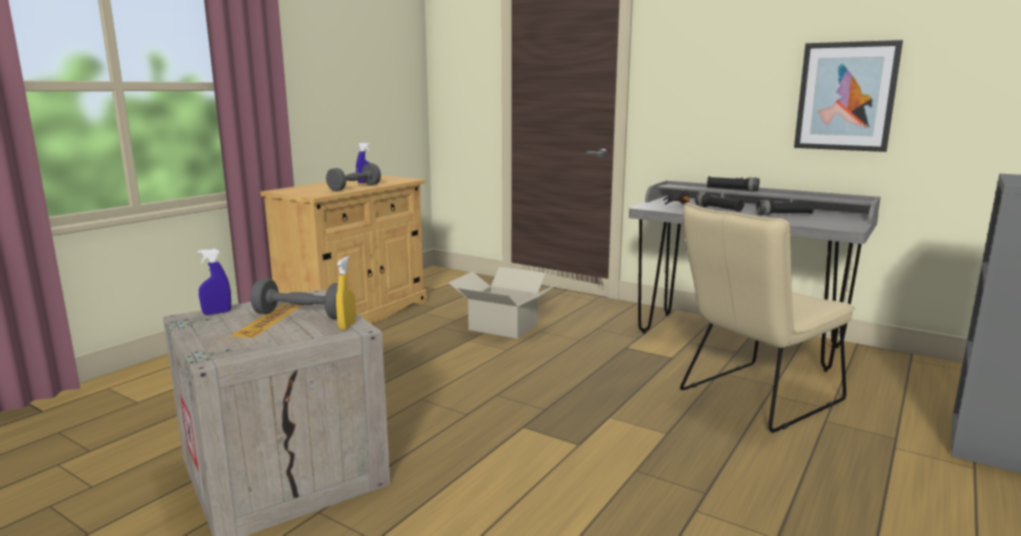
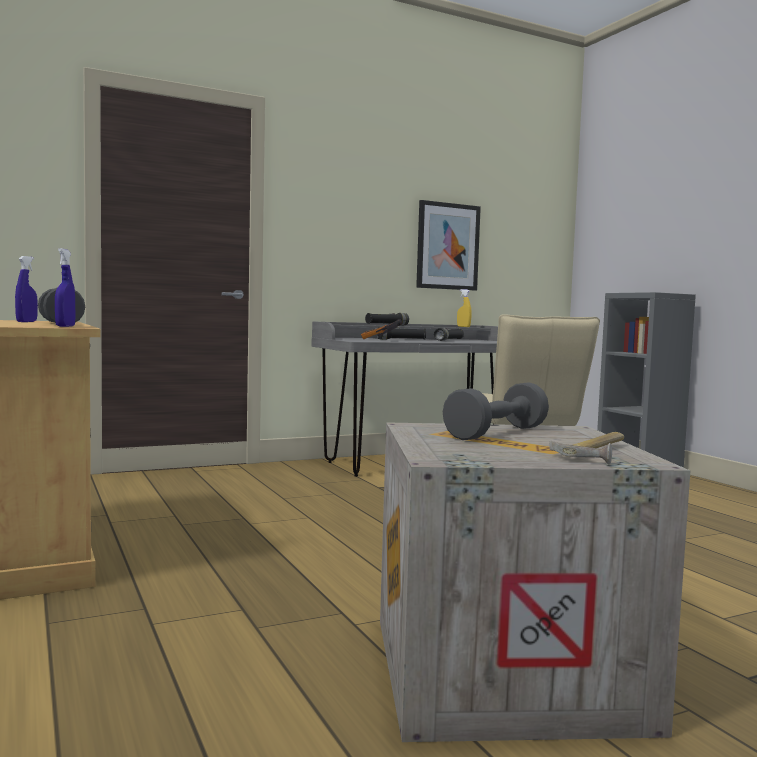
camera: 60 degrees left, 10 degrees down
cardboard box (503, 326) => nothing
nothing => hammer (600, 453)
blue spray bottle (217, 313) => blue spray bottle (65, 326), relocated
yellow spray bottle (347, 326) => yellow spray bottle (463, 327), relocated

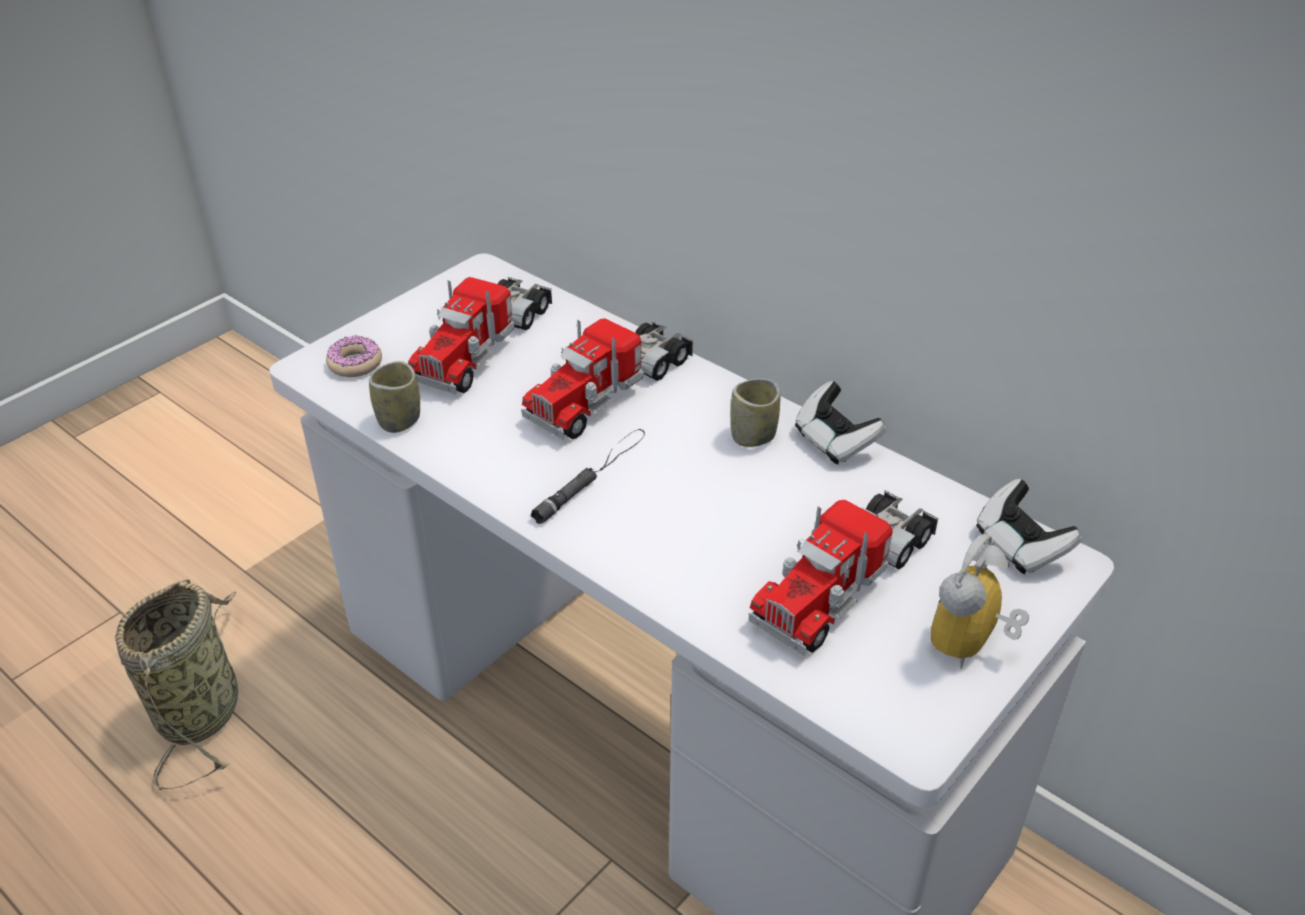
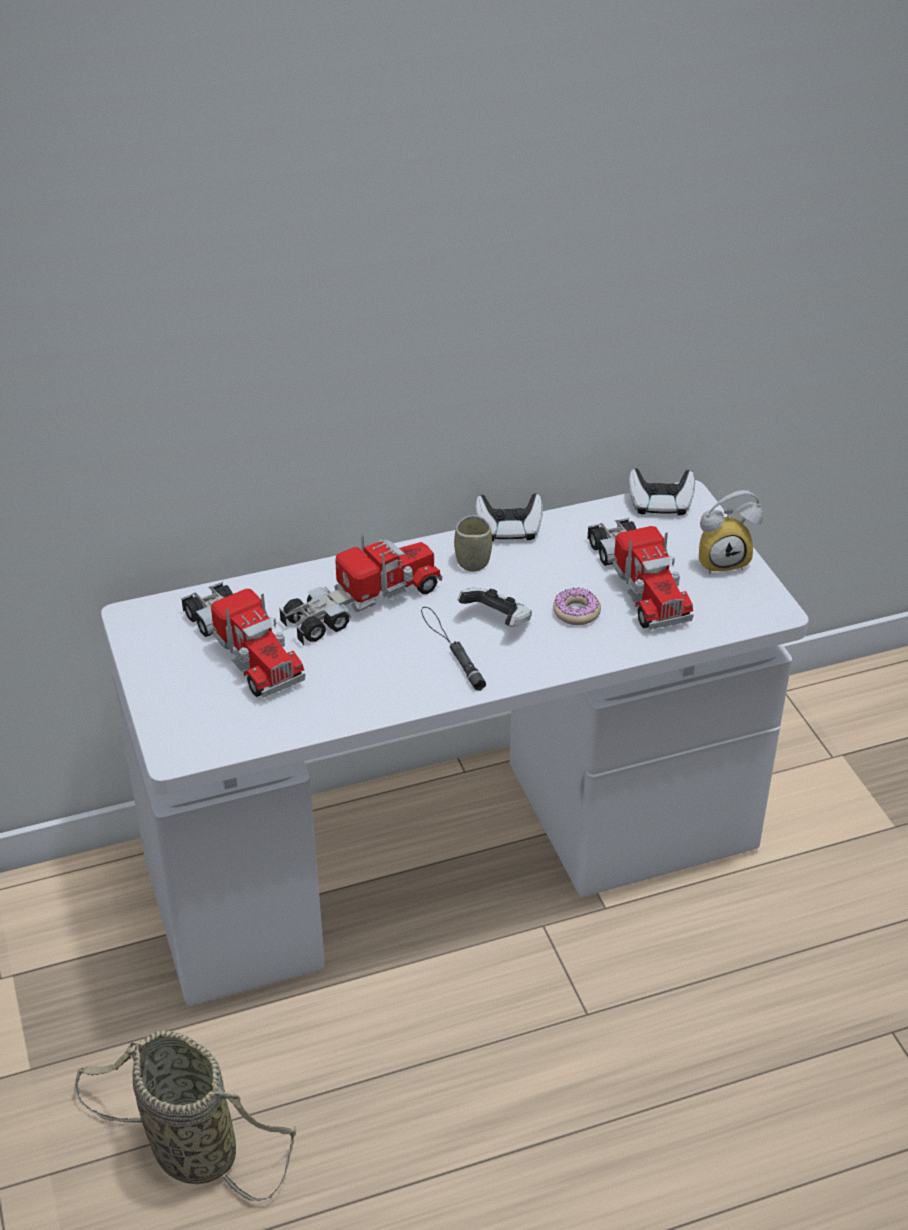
camera: 60 degrees left, 0 degrees up
cup (399, 420) => nothing
nothing => game controller (497, 621)
donut (355, 364) => donut (576, 612), relocated
toy truck (610, 389) => toy truck (361, 605), 105 degrees counterclockwise
alarm clock (971, 647) => alarm clock (723, 560), 75 degrees counterclockwise

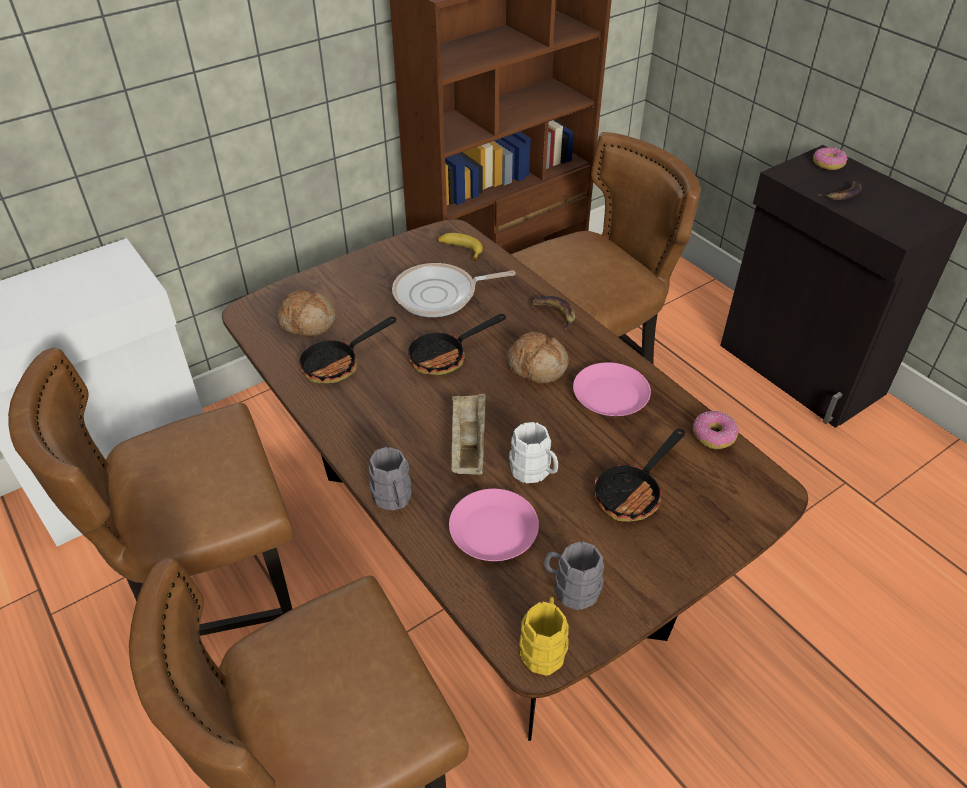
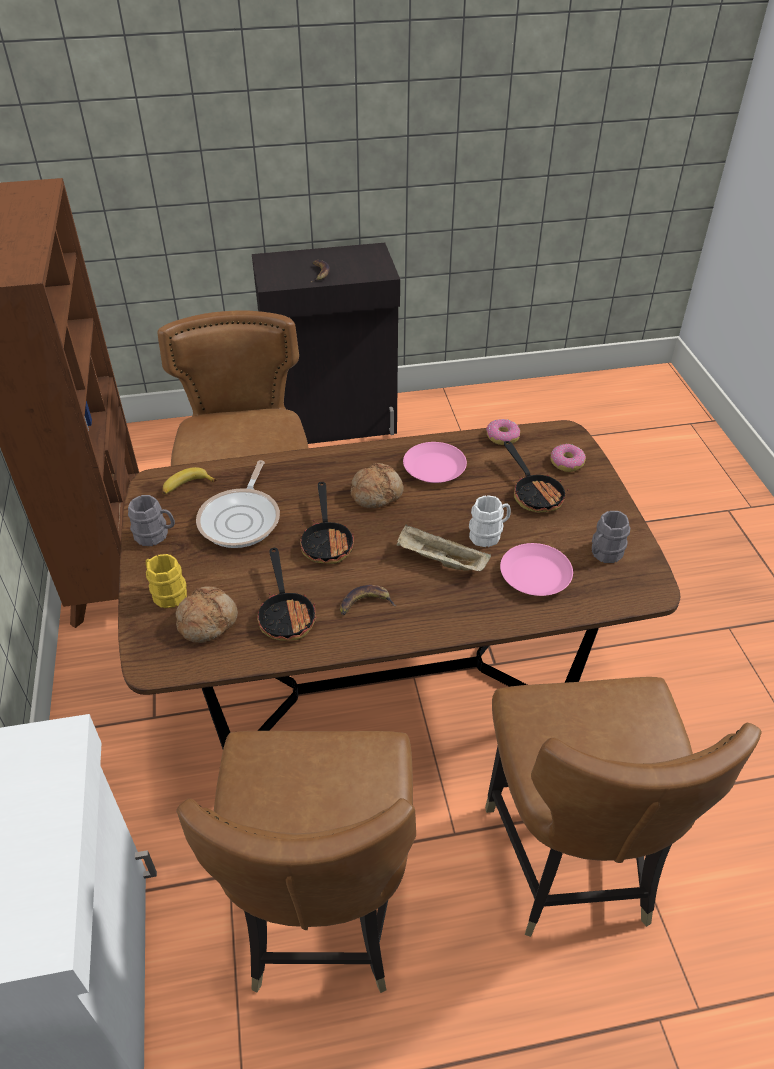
camera: 65 degrees left, 0 degrees up
grey mug (393, 499) => grey mug (156, 535), relocated
yellow mug (544, 646) => yellow mug (166, 593), relocated
banana (554, 313) => banana (365, 603), relocated
donut (828, 164) => donut (566, 463), relocated

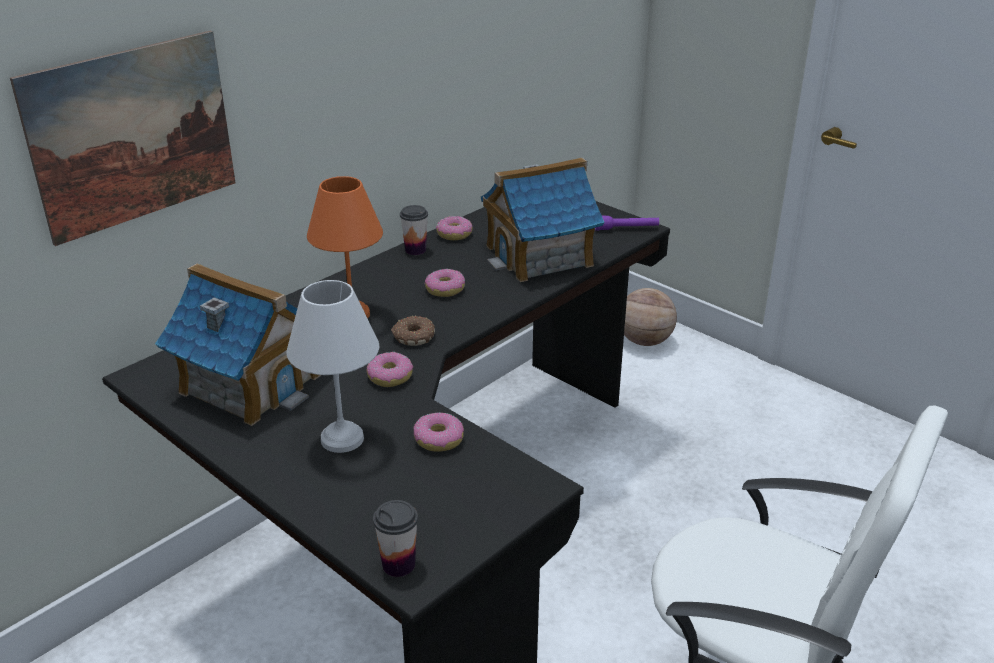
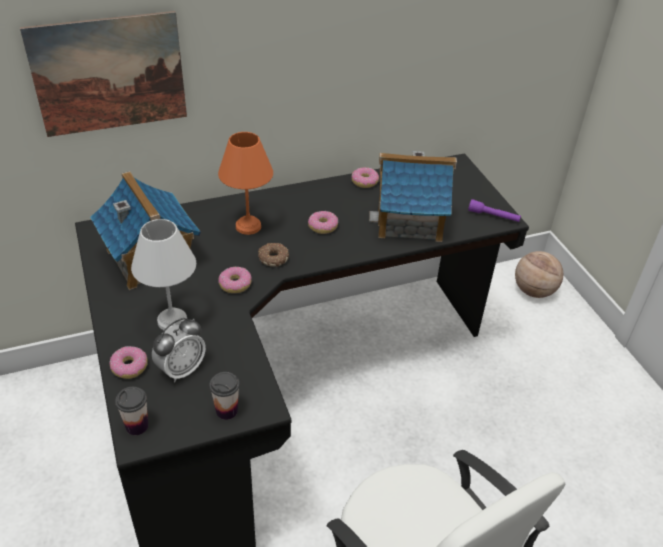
camera: 25 degrees right, 10 degrees up
nothing => alarm clock (181, 370)
cup (415, 250) => cup (226, 410), relocated
donut (438, 439) => donut (129, 367), relocated

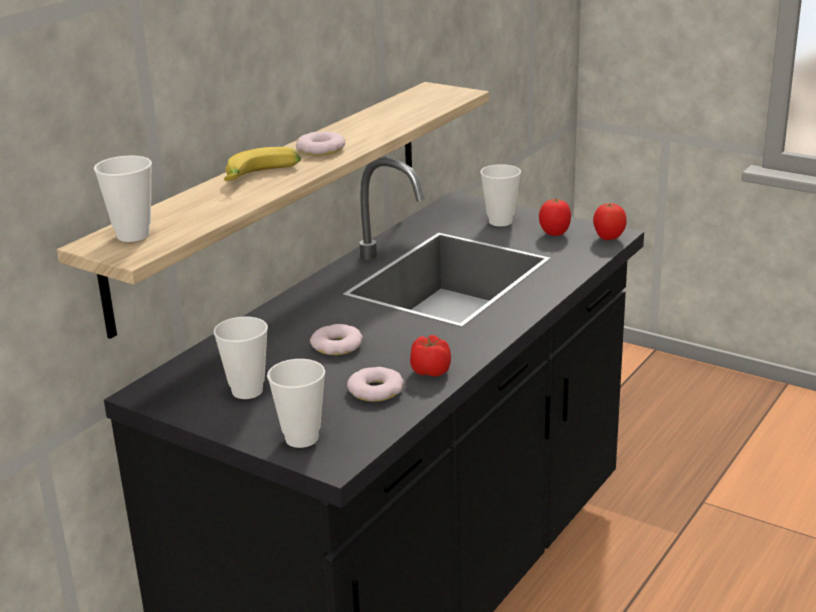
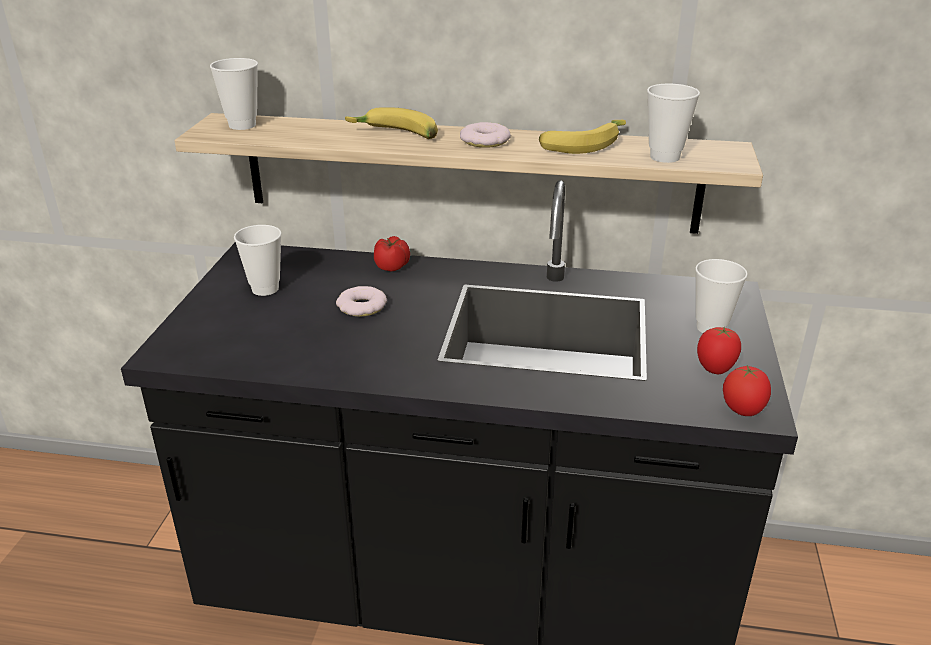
camera: 65 degrees right, 5 degrees up
donut (376, 390) => nothing
nothing => banana (581, 145)
cup (301, 438) => cup (664, 157), relocated
tomato (431, 371) => tomato (392, 266), relocated

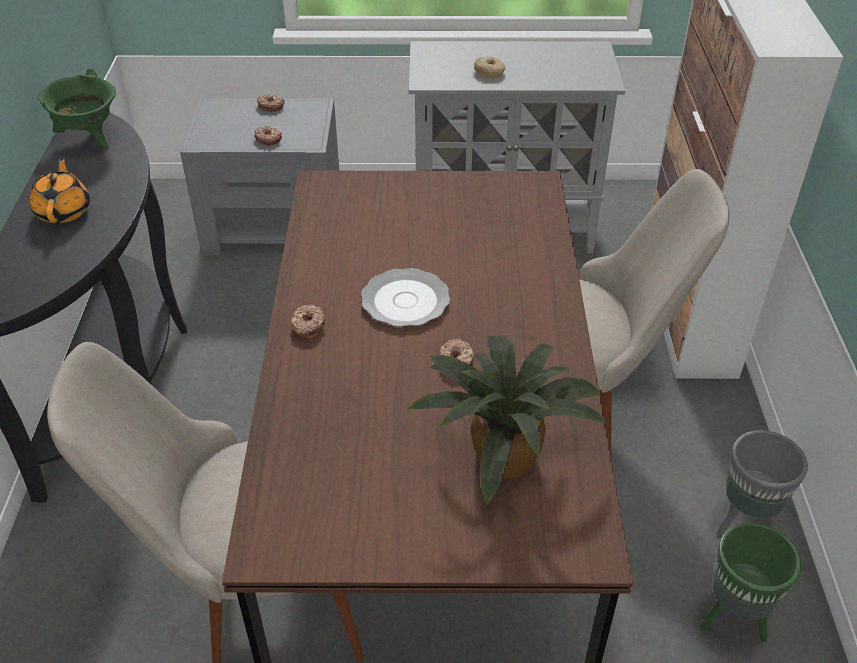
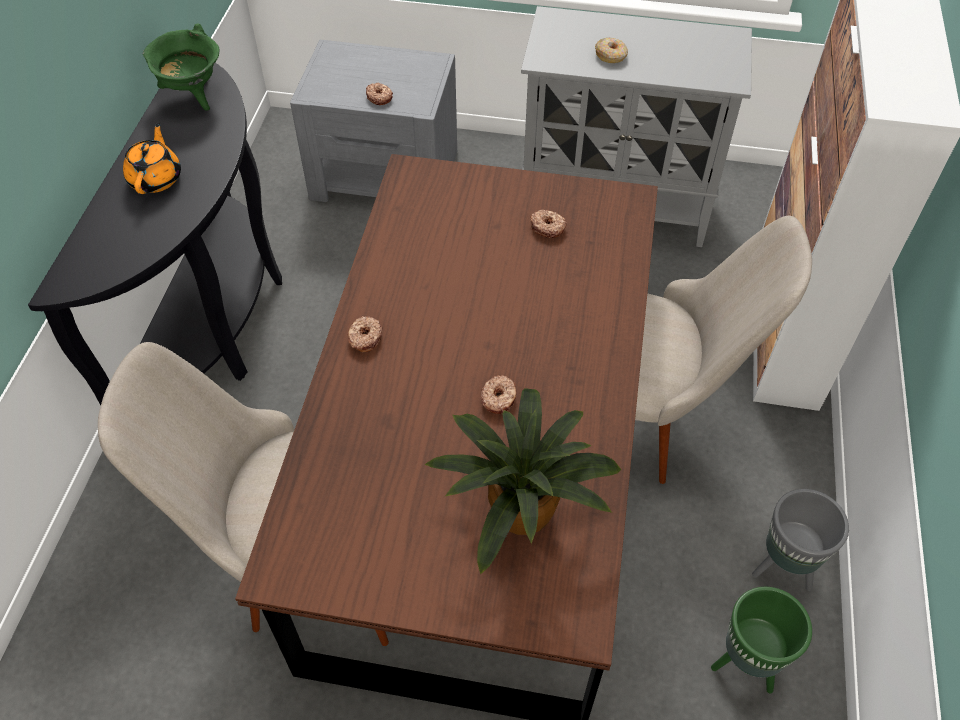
camera: 10 degrees right, 10 degrees up
plate (404, 300) => nothing
donut (271, 106) => donut (547, 227), relocated

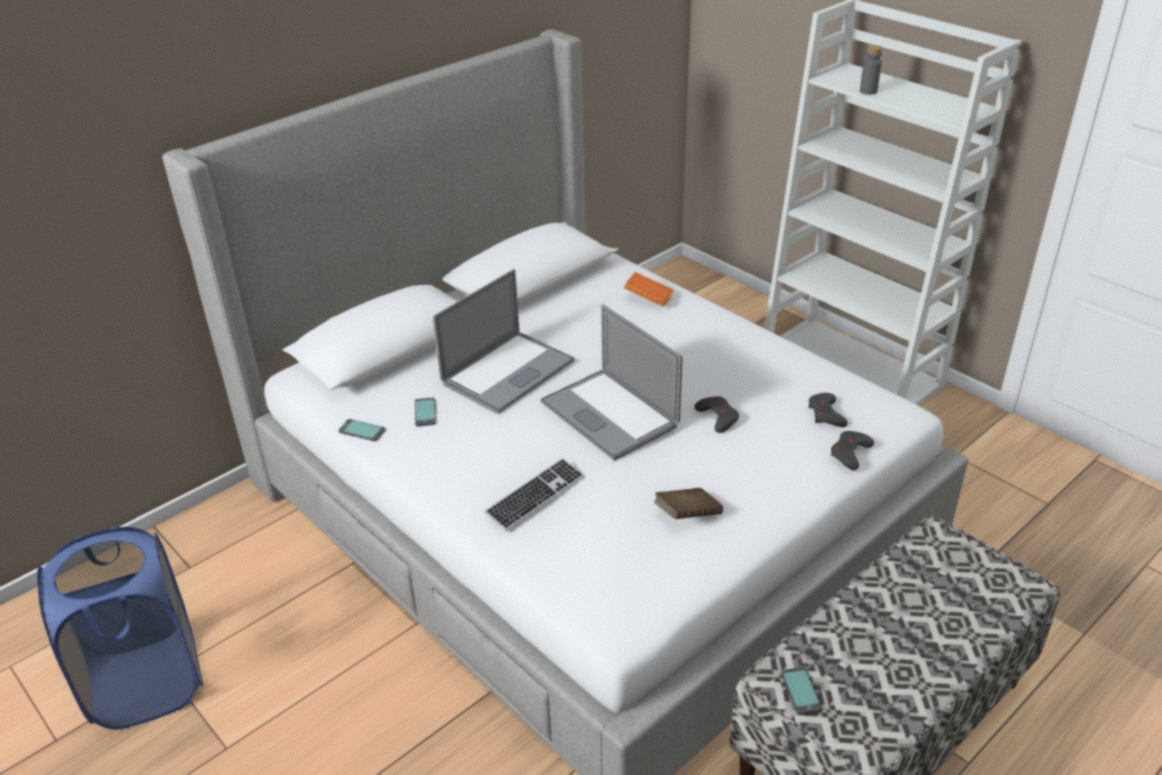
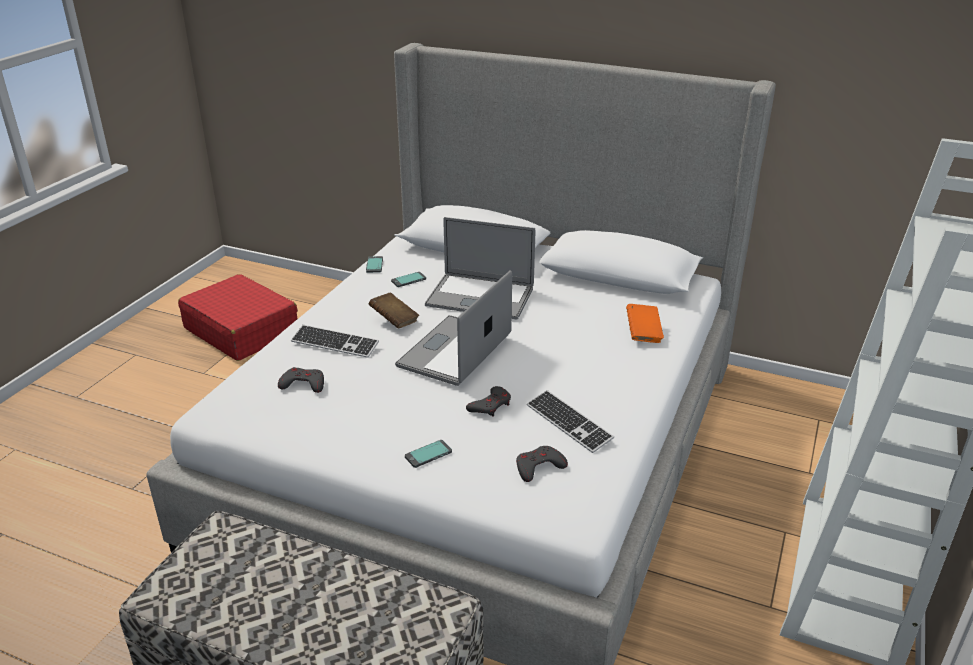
camera: 65 degrees right, 5 degrees down
grey bottle (868, 91) => nothing
nothing => keyboard (568, 423)
brown book (687, 515) => brown book (394, 320), relocated
phone (801, 691) => phone (428, 454), relocated
grey game controller (850, 453) => grey game controller (303, 384), relocated
blue laundry basket (146, 684) => red suitcase (241, 330)

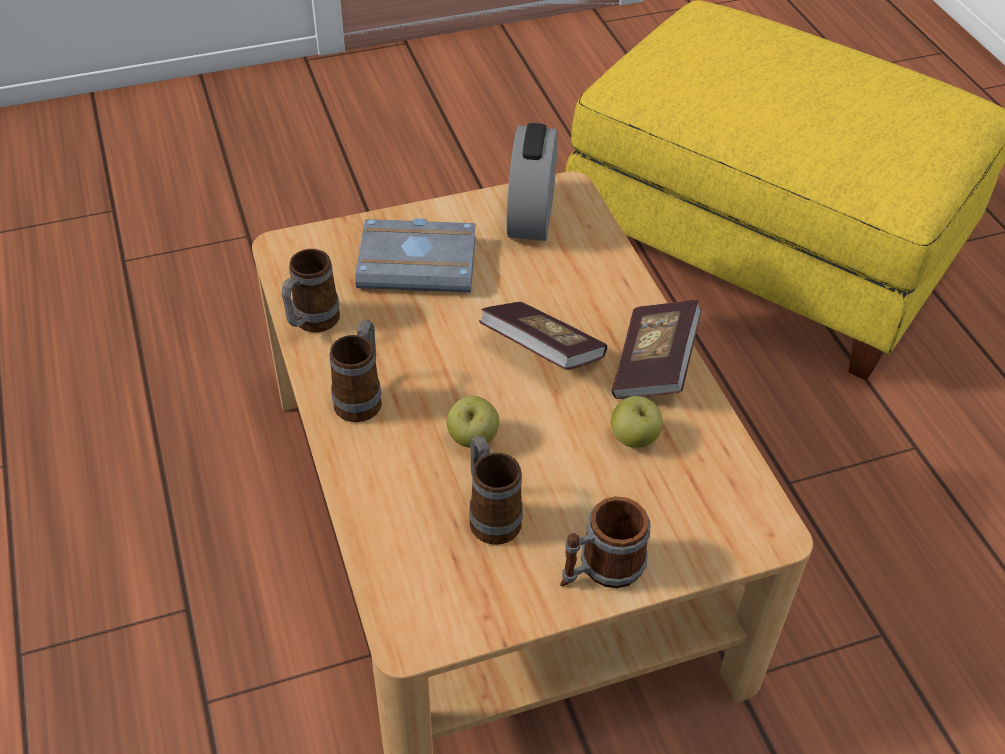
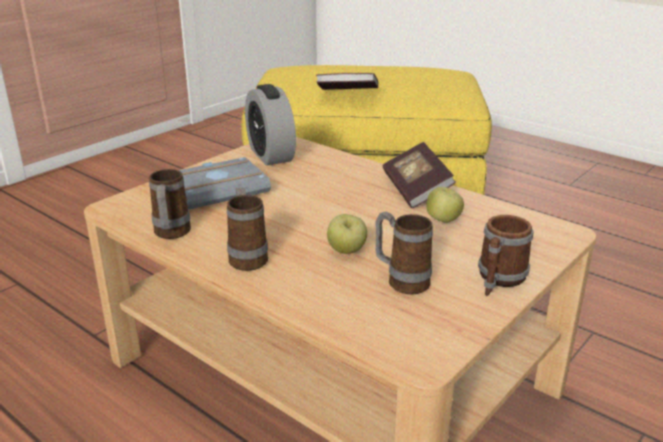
camera: 30 degrees left, 20 degrees down
book (542, 351) => book (347, 94), relocated

